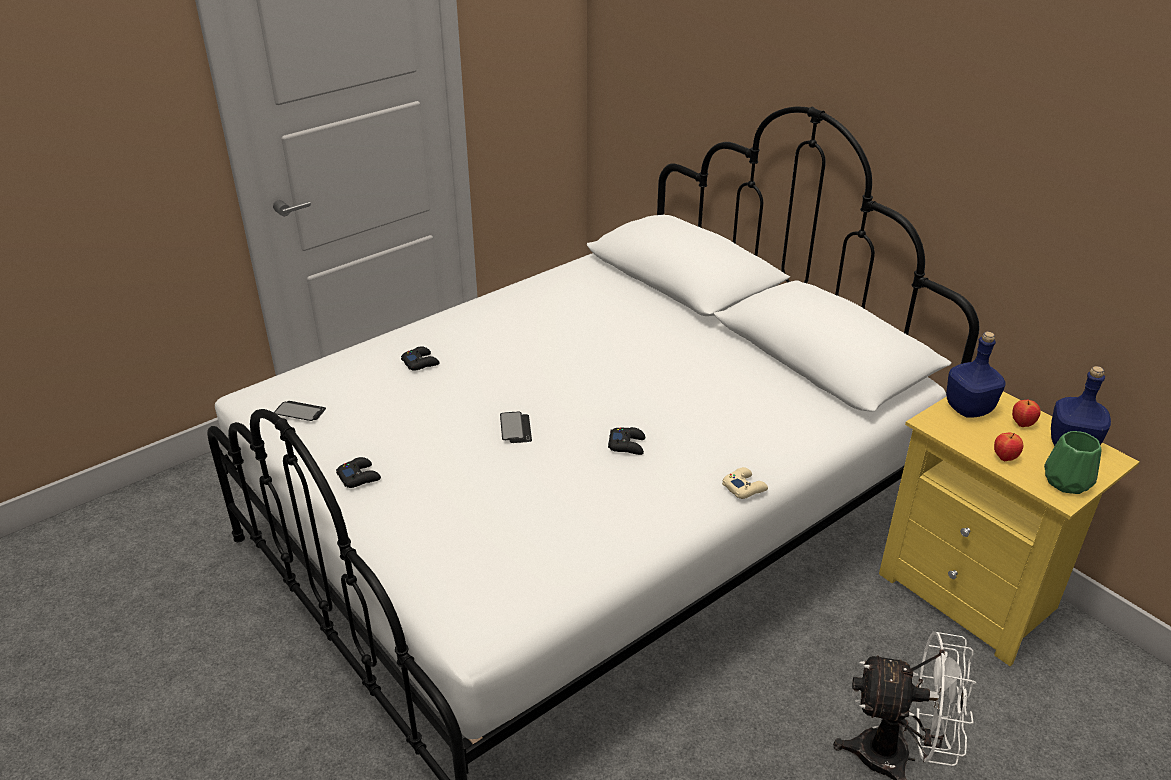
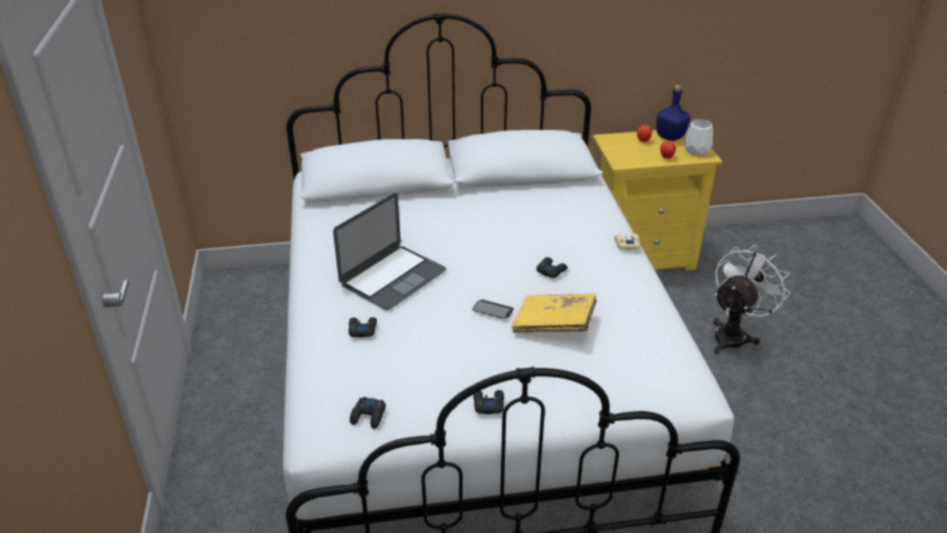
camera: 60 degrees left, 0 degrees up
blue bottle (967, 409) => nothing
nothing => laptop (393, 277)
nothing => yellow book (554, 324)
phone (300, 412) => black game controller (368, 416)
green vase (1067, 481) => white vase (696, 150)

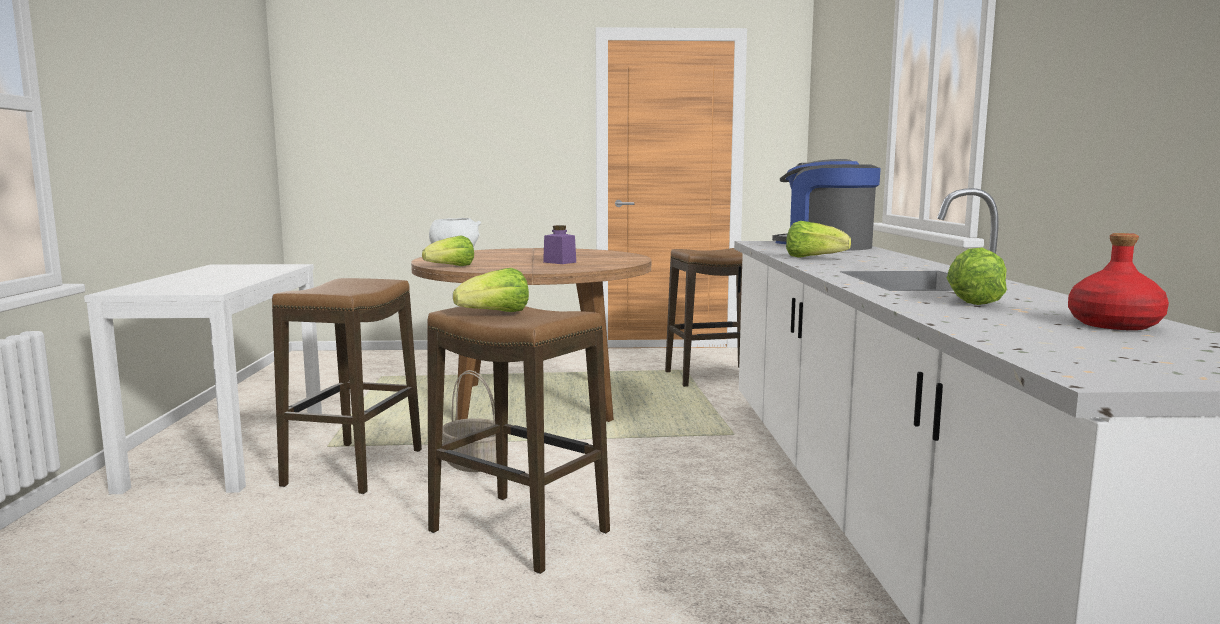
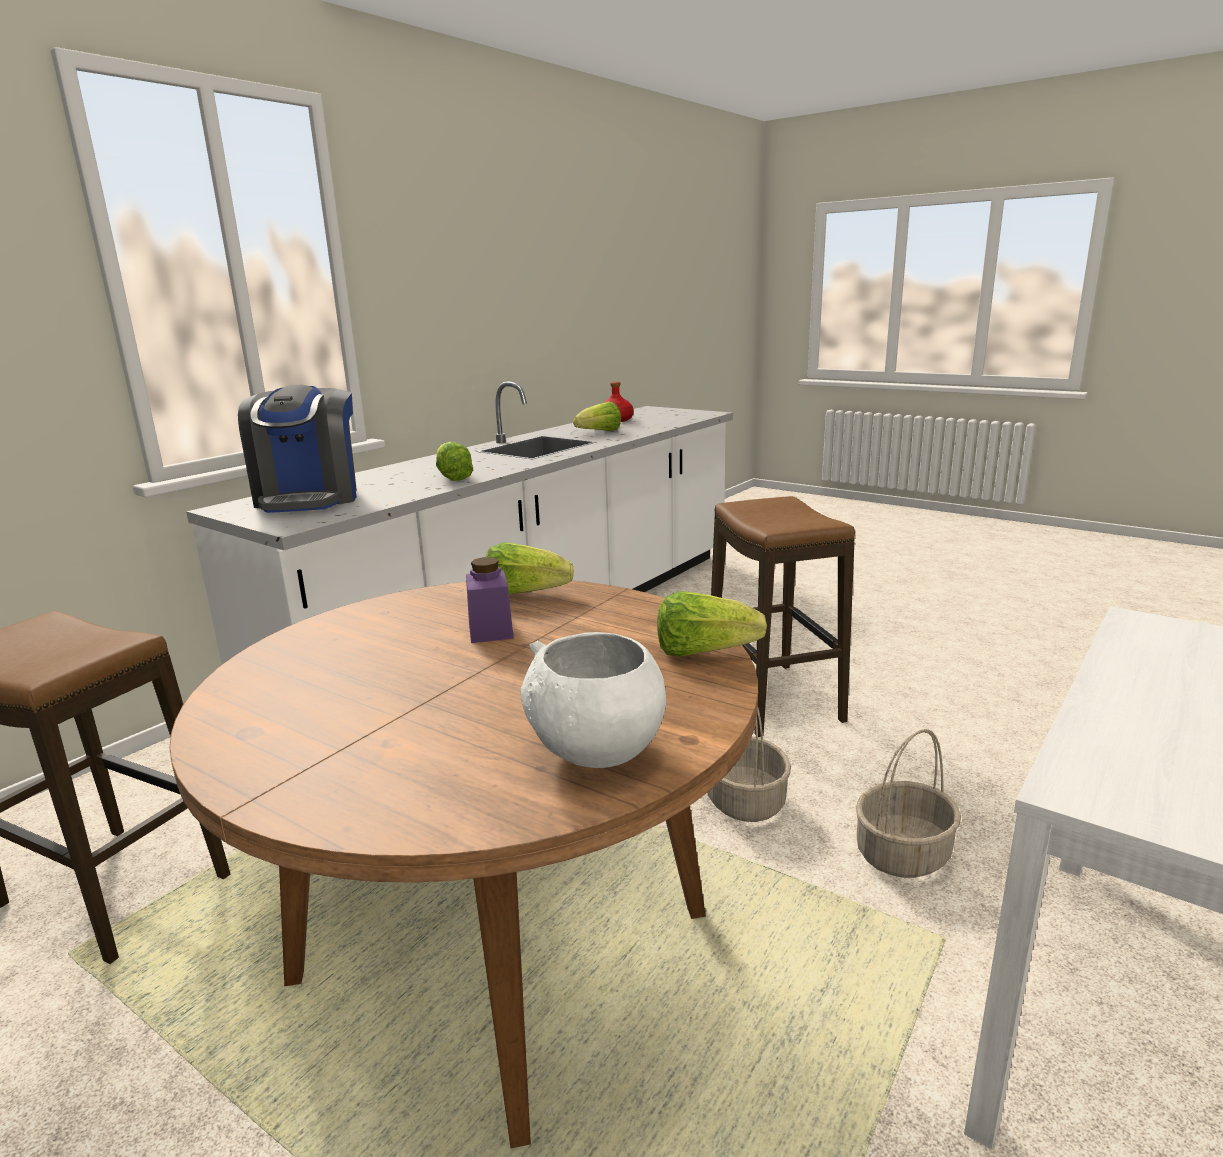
camera: 140 degrees left, 10 degrees up
lettuce (496, 314) => lettuce (524, 593), relocated
stool (354, 467) => basket (903, 855)

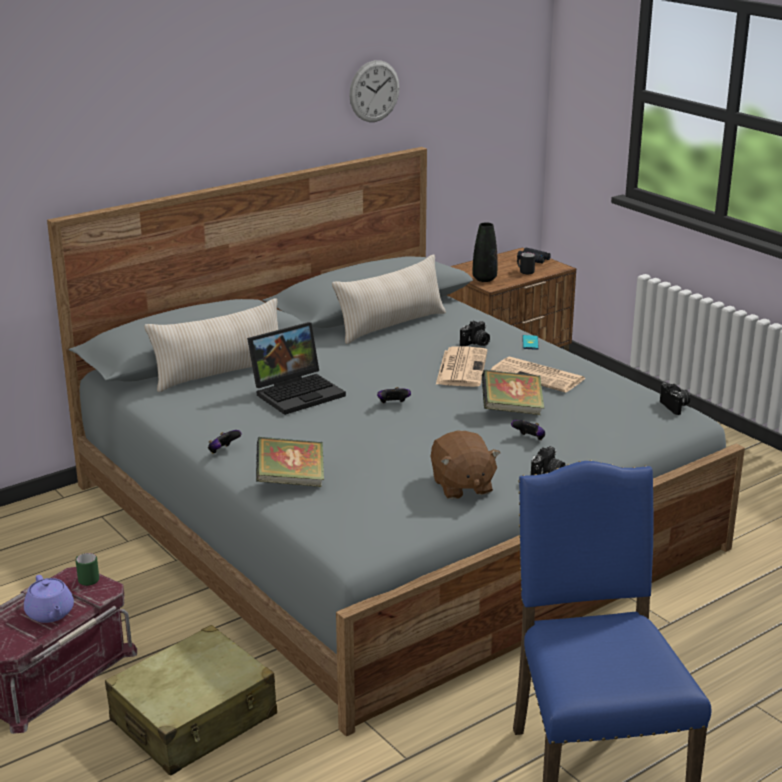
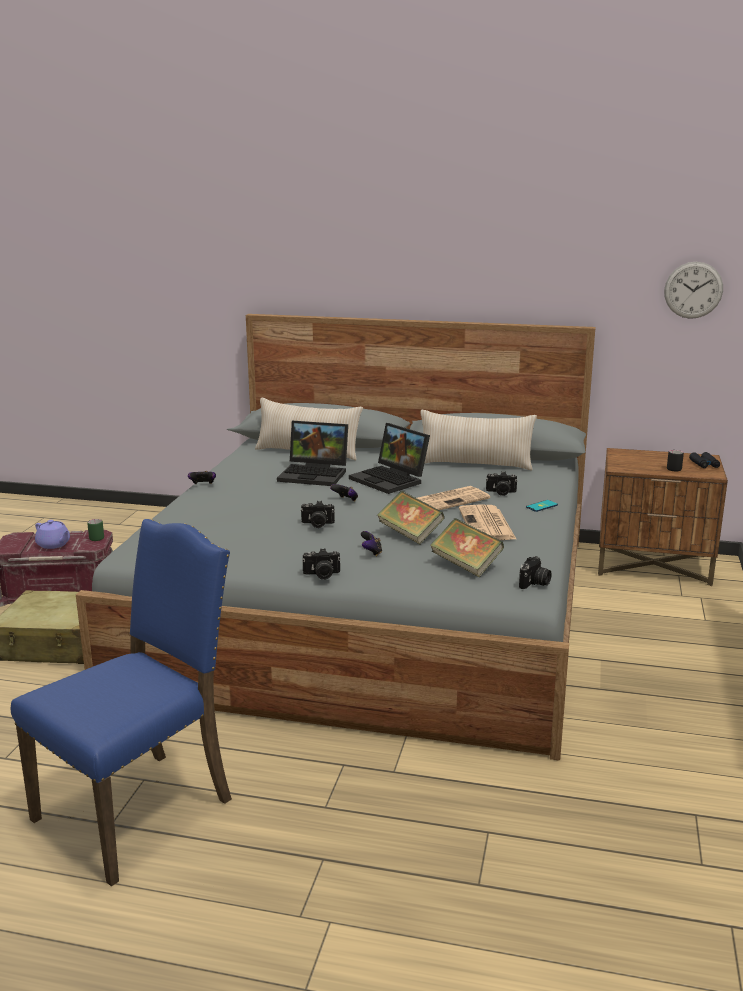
camera: 50 degrees right, 5 degrees down
brown plush toy (461, 486) => nothing
black vase (484, 279) => nothing
nothing => photo camera (317, 524)
nothing => laptop (391, 480)
book (290, 481) => book (466, 565), relocated
wall clock (374, 91) => wall clock (693, 290), relocated
purple teapot (50, 614) => purple teapot (54, 544), 75 degrees counterclockwise

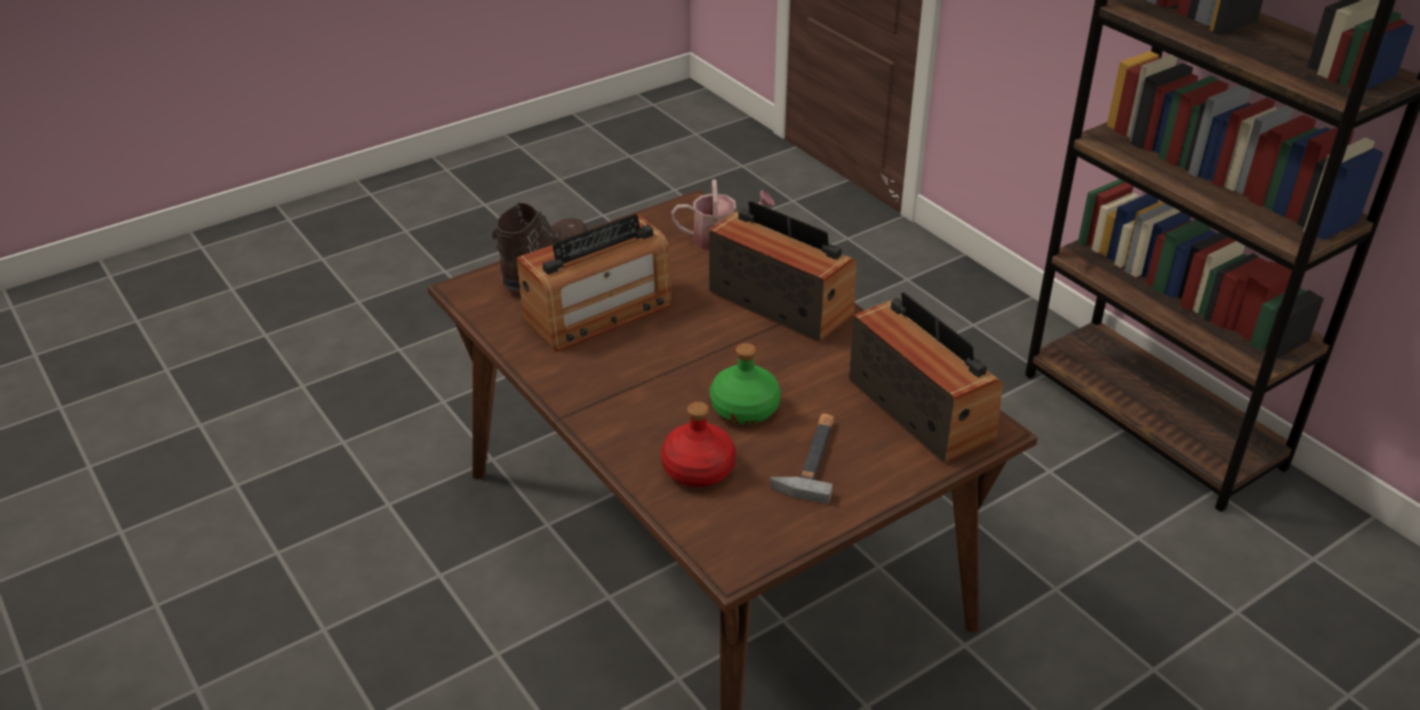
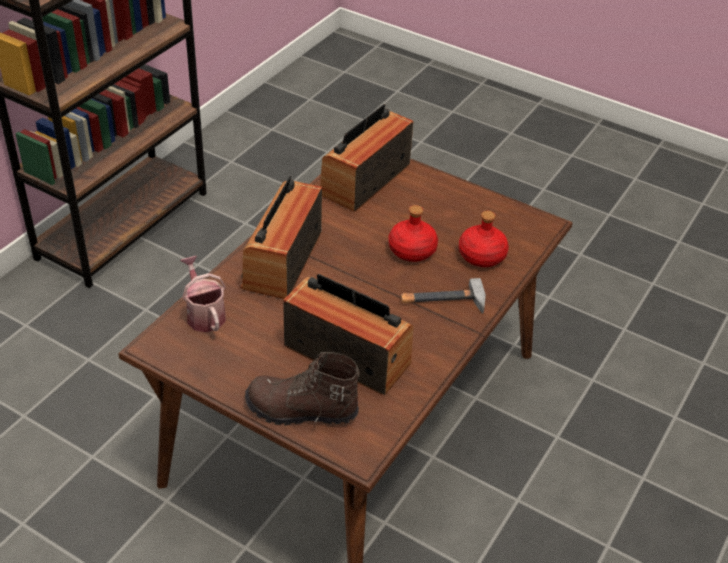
camera: 115 degrees left, 5 degrees up
hammer (811, 458) => hammer (442, 301), relocated
green bottle (744, 409) => red bottle (412, 250)

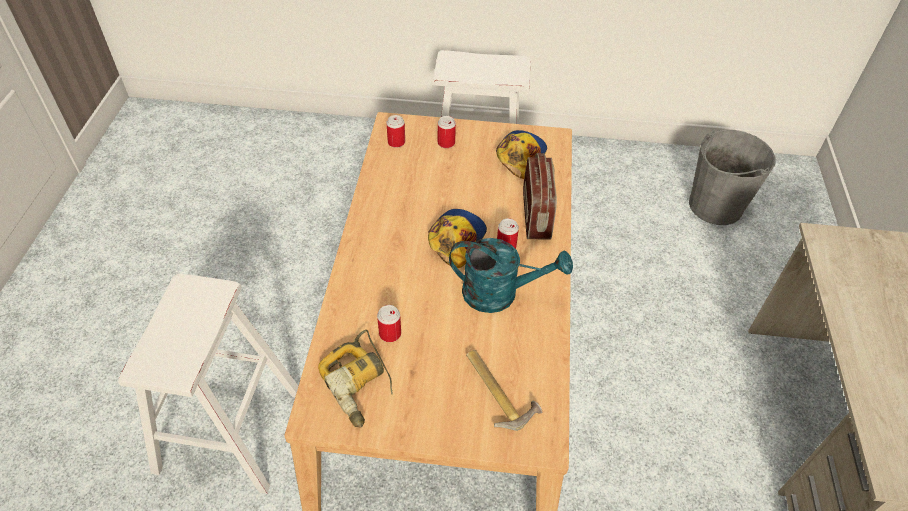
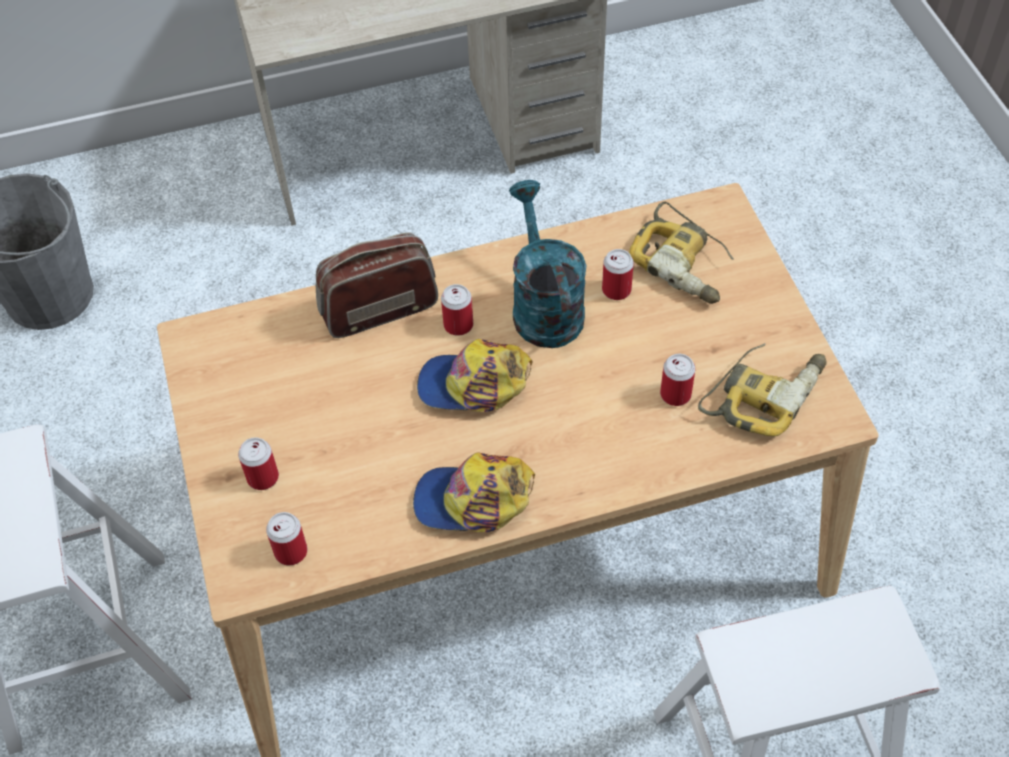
camera: 110 degrees left, 5 degrees up
nothing => can (616, 290)
cap (521, 156) => cap (473, 500), relocated
hammer (498, 390) => power drill (684, 263)

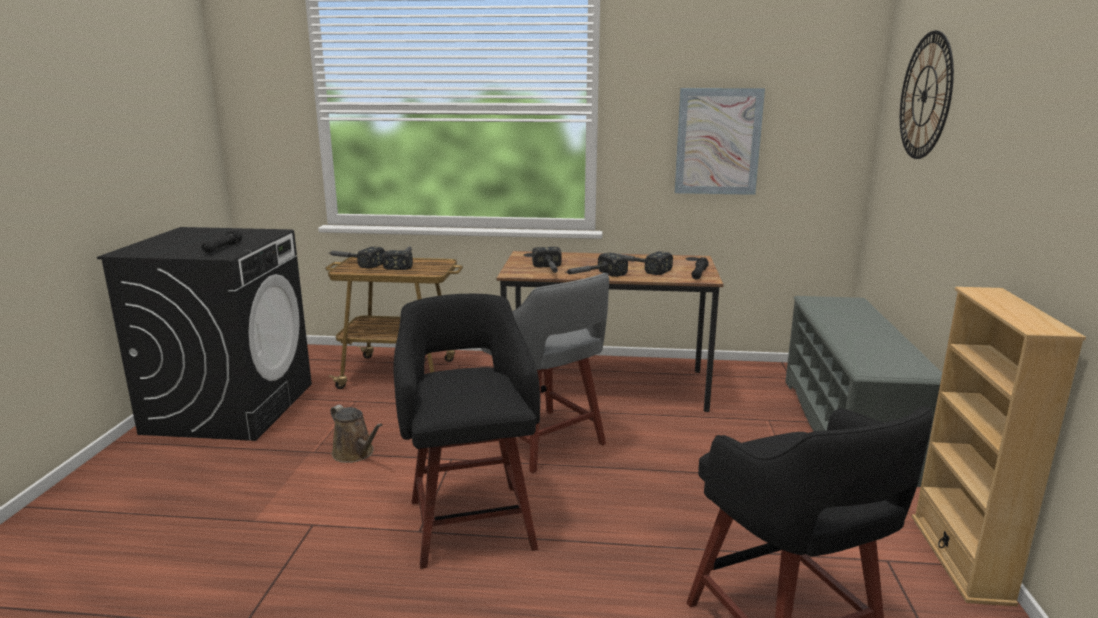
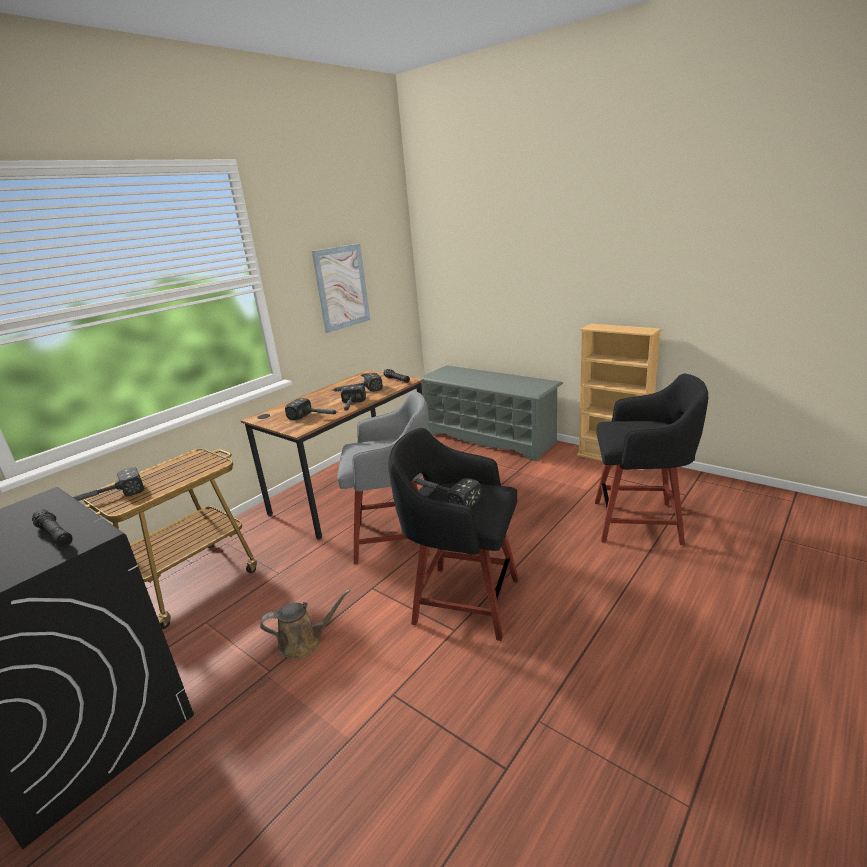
camera: 55 degrees left, 5 degrees up
wall clock (925, 96) => nothing
hammer (404, 262) => hammer (442, 496), relocated

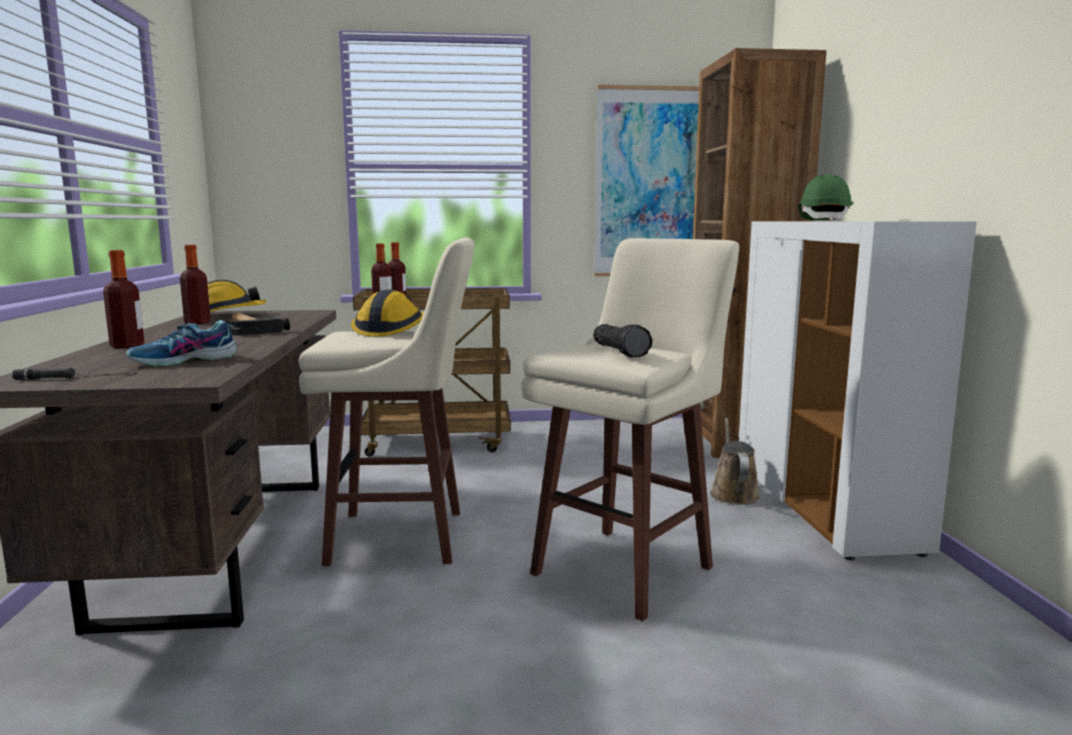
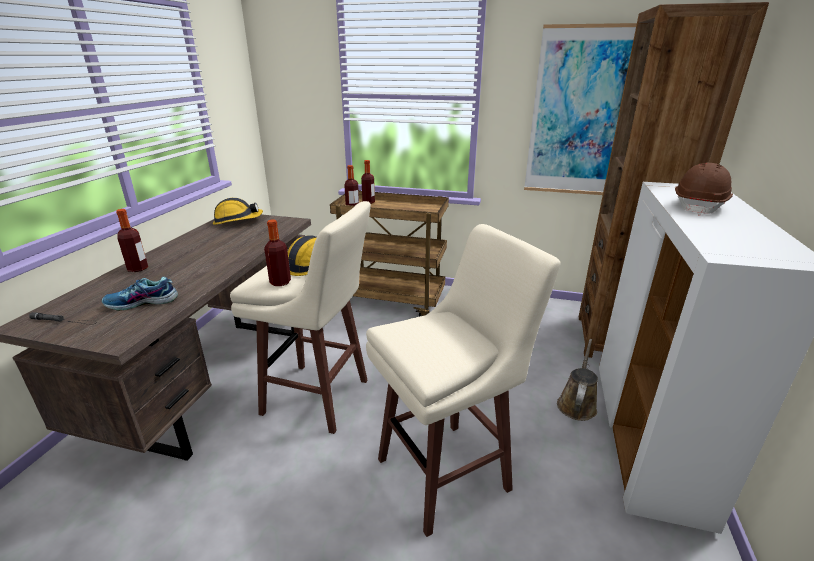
camera: 20 degrees right, 15 degrees up
hammer (248, 329) => nothing
flashlight (621, 351) => nothing
bottle (197, 322) => bottle (280, 282), relocated
green hard hat (824, 220) => brown hard hat (699, 206)

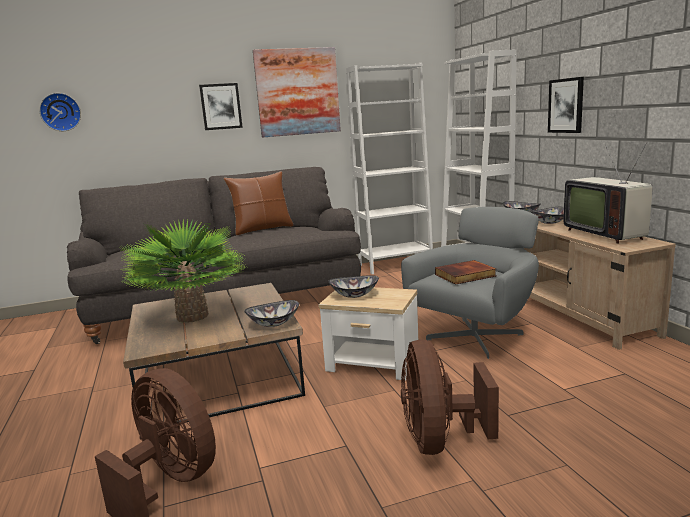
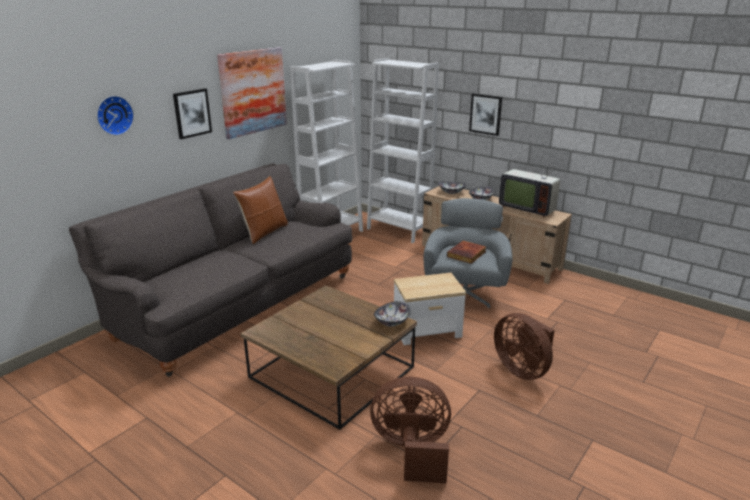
camera: 35 degrees left, 10 degrees up
potted plant (192, 316) => nothing
bowl (354, 295) => nothing
wall clock (61, 112) => wall clock (113, 115), relocated

